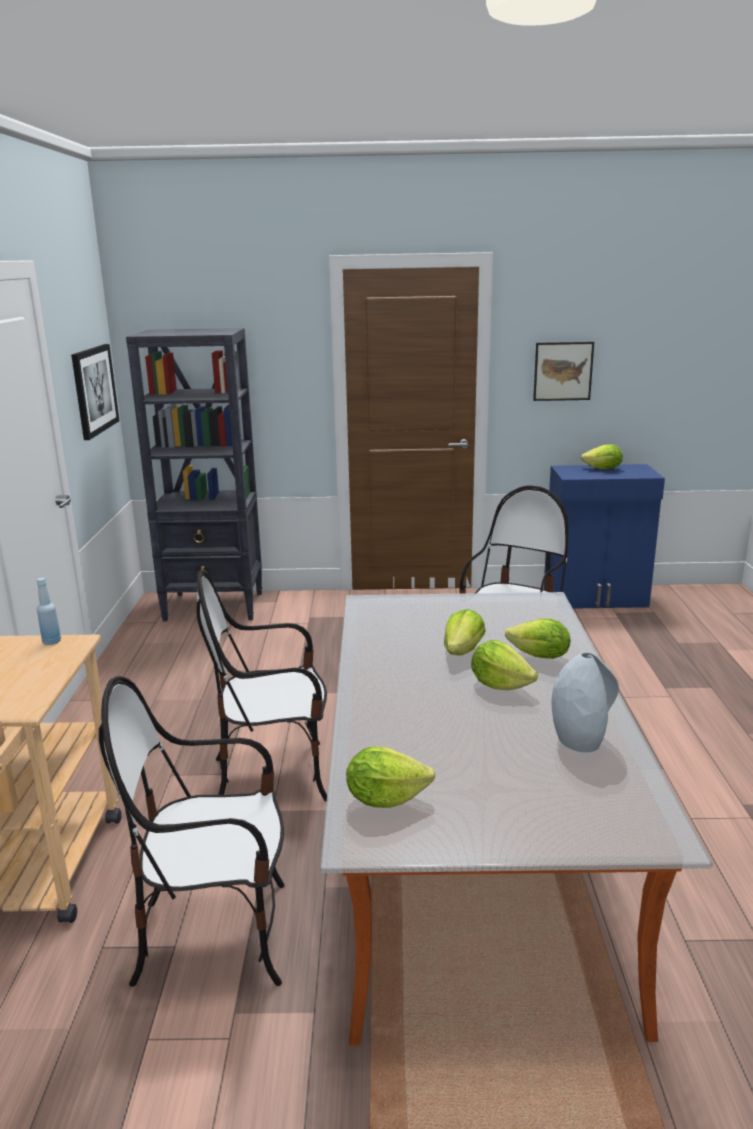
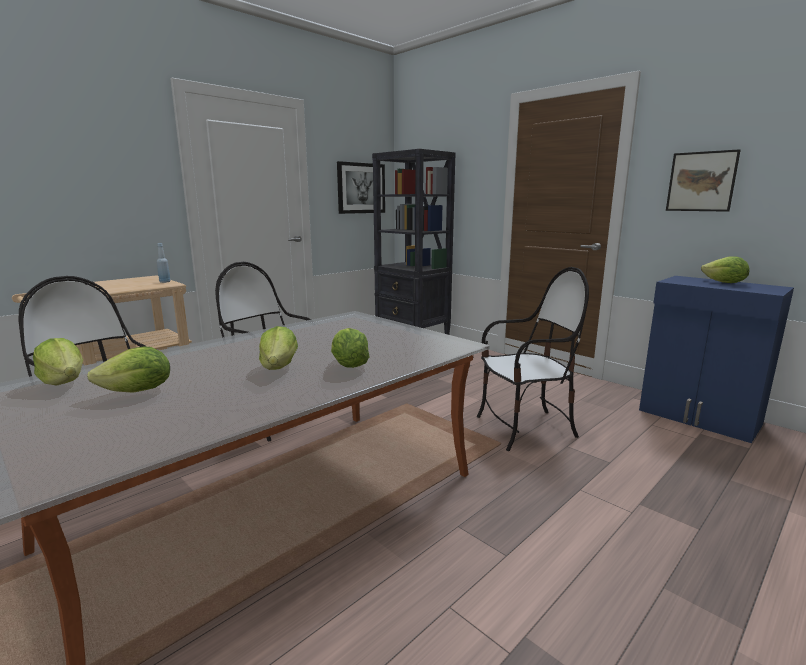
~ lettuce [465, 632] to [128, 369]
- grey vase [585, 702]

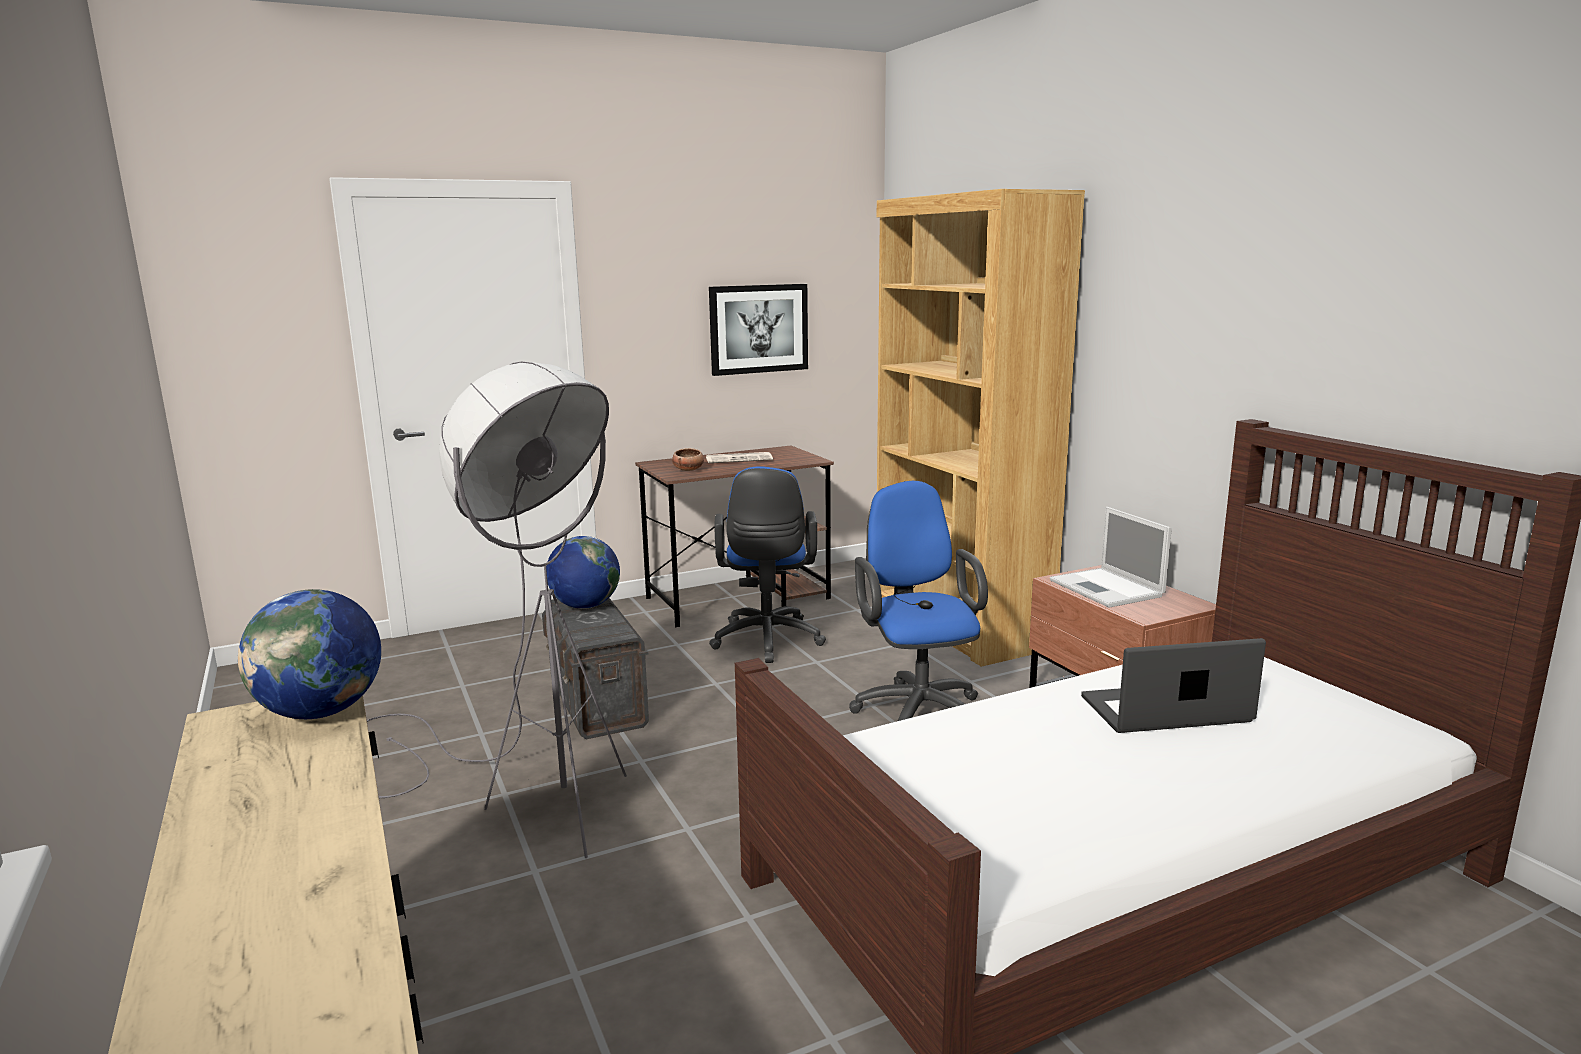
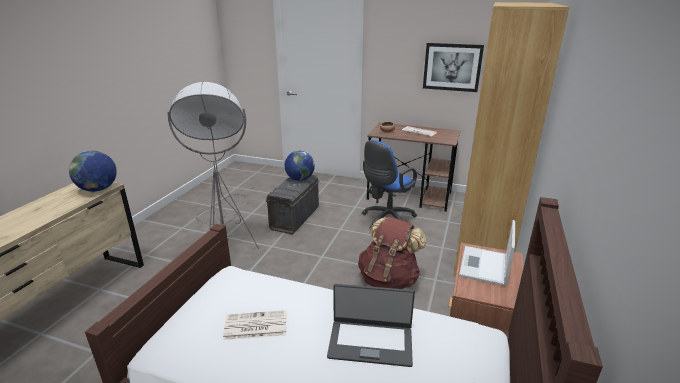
+ newspaper [255, 325]
~ laptop [1173, 685] = [371, 325] 150 degrees clockwise
~ blue office chair [918, 601] to brown backpack [392, 253]

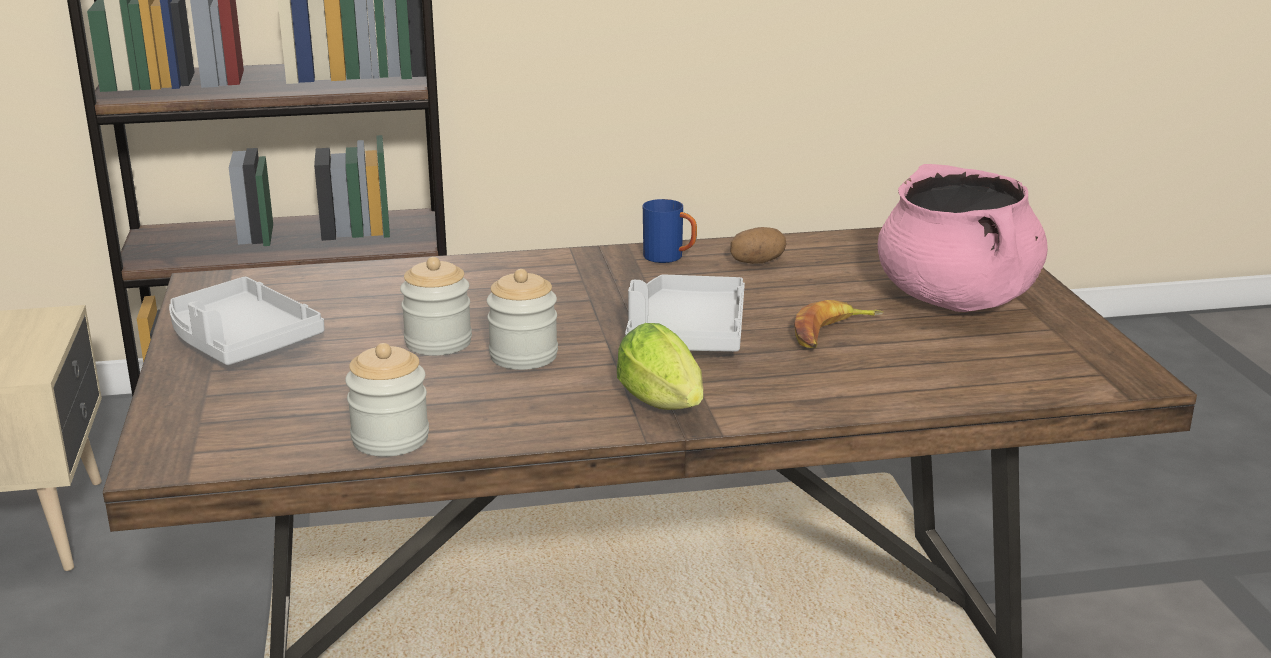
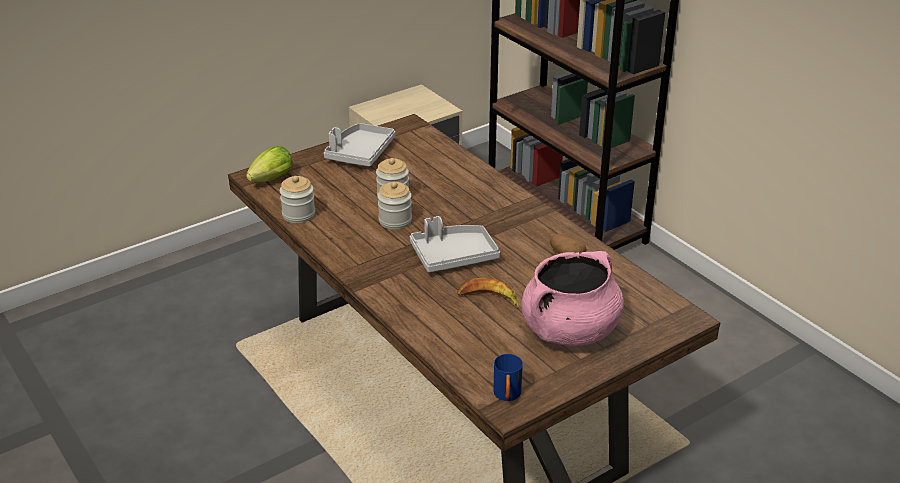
~ lettuce [660, 366] to [269, 164]
~ blue mug [670, 231] to [508, 377]

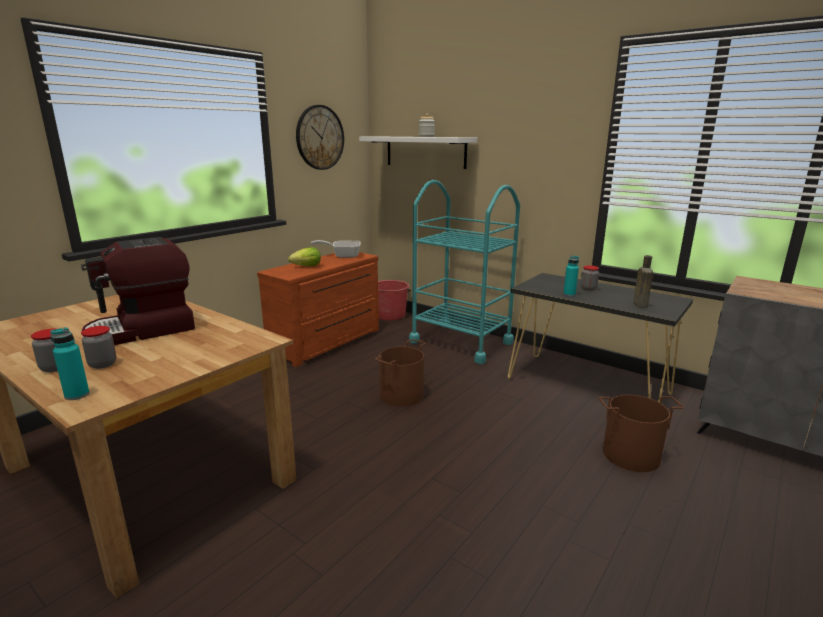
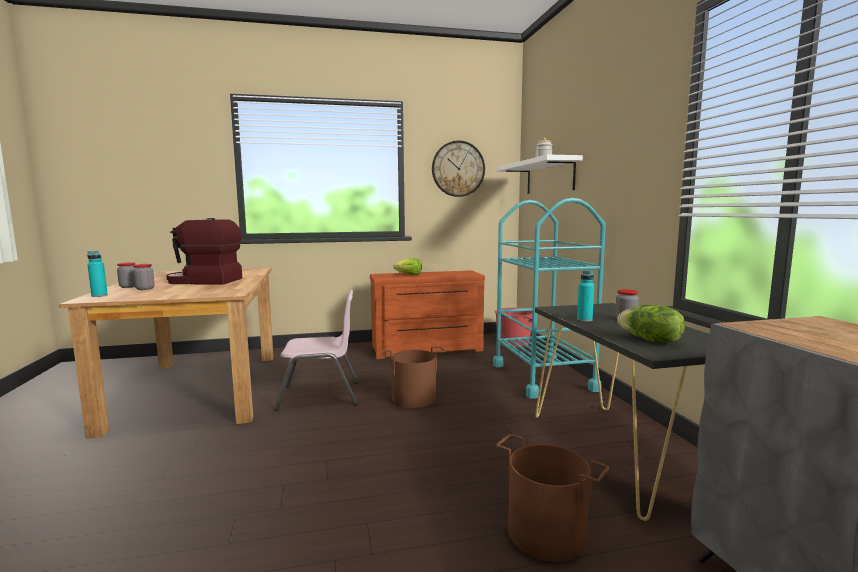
+ pink chair [317, 350]
~ brown bottle [643, 281] to lettuce [651, 324]
- frying pan [336, 249]

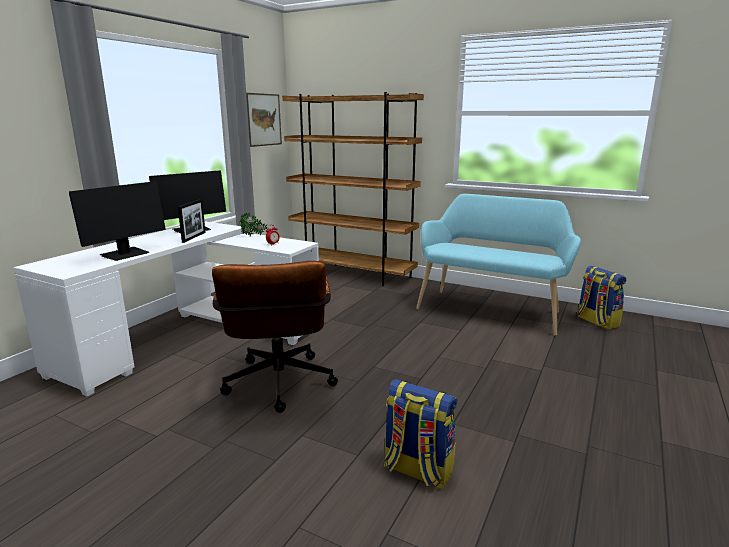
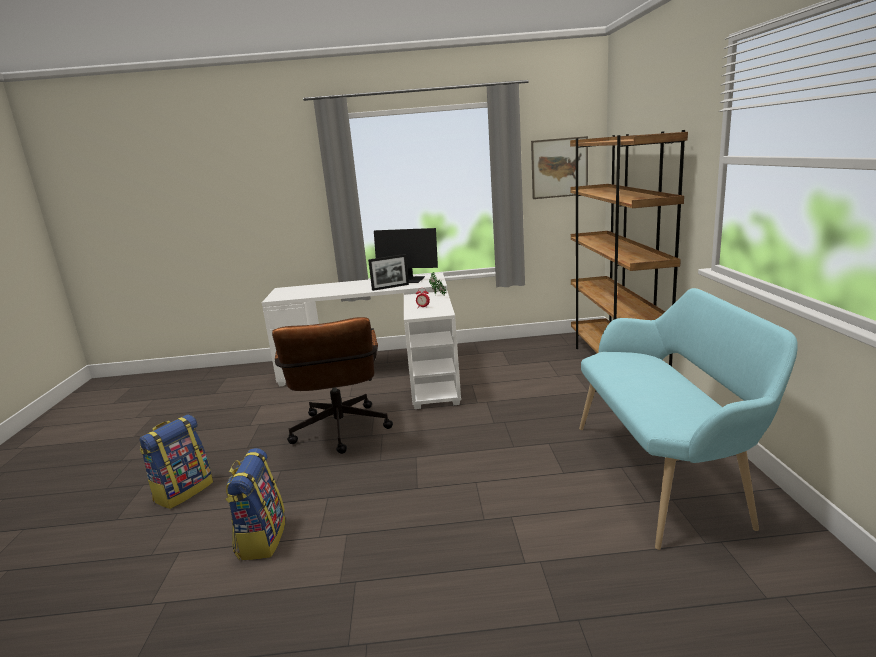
~ backpack [601, 298] to [176, 462]
~ brown office chair [275, 337] = [332, 385] 60 degrees counterclockwise
- monitor [117, 221]

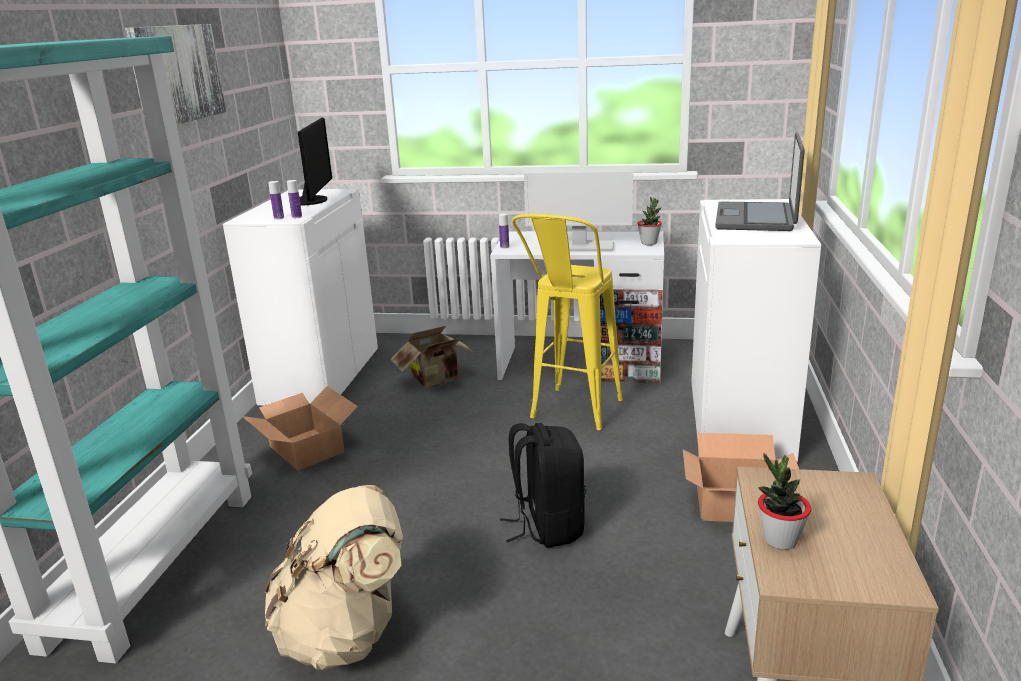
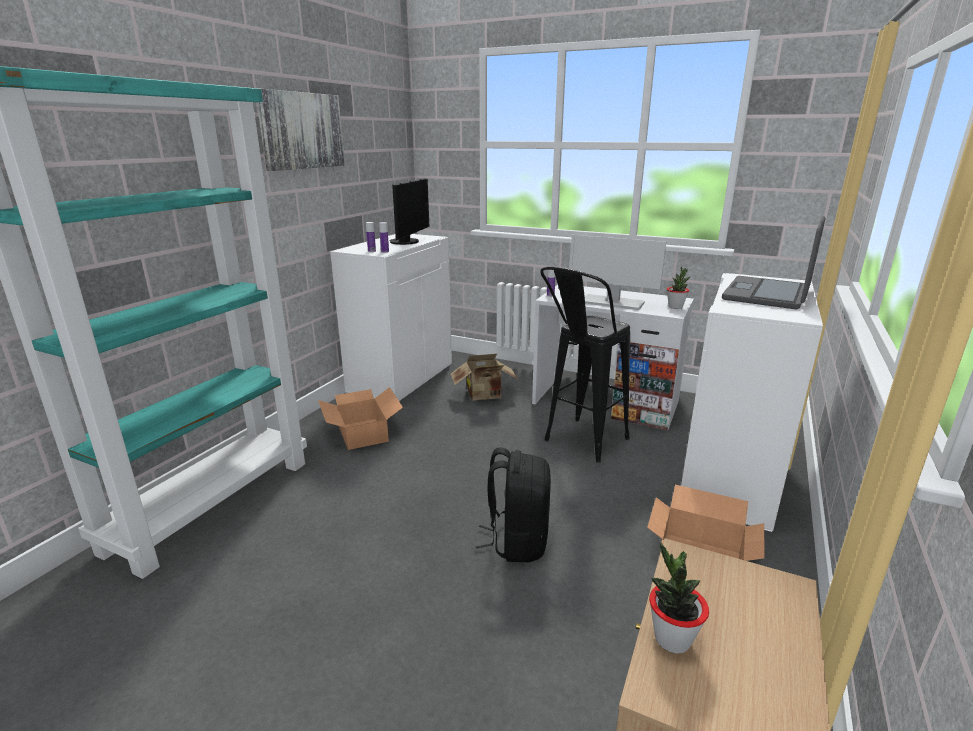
~ yellow stool [567, 322] to black stool [585, 365]
- beige backpack [333, 577]

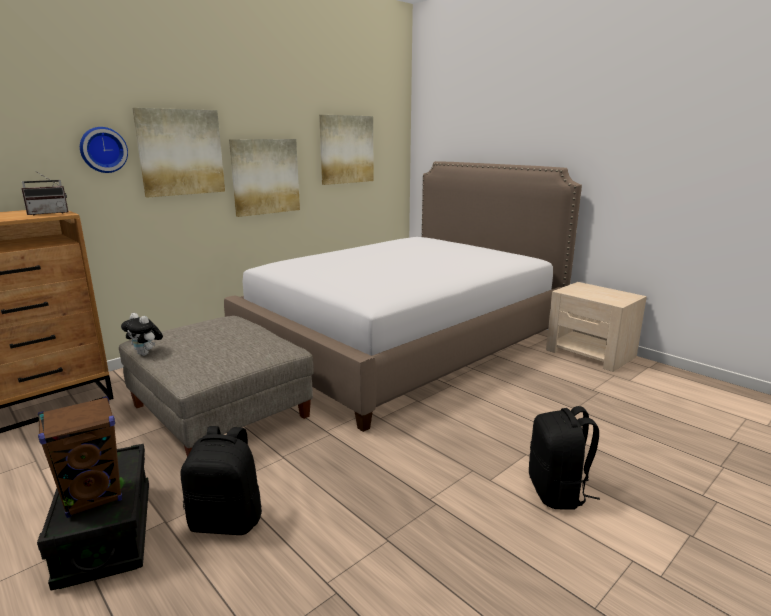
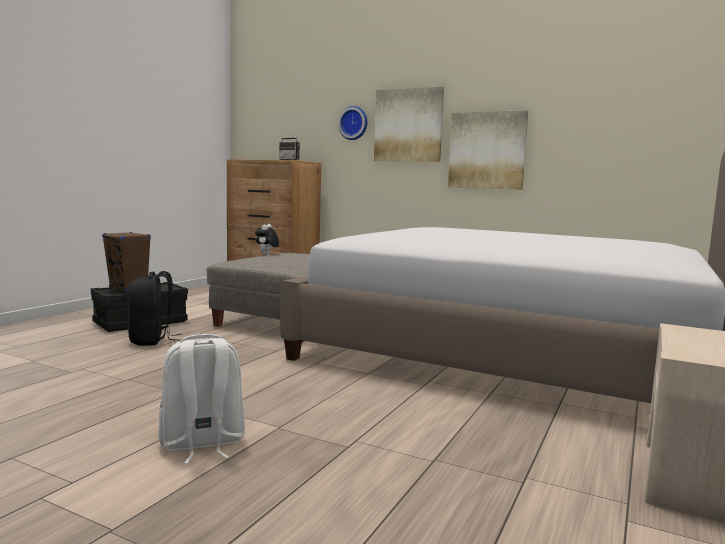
~ black backpack [564, 458] to white backpack [201, 399]
- picture [346, 150]

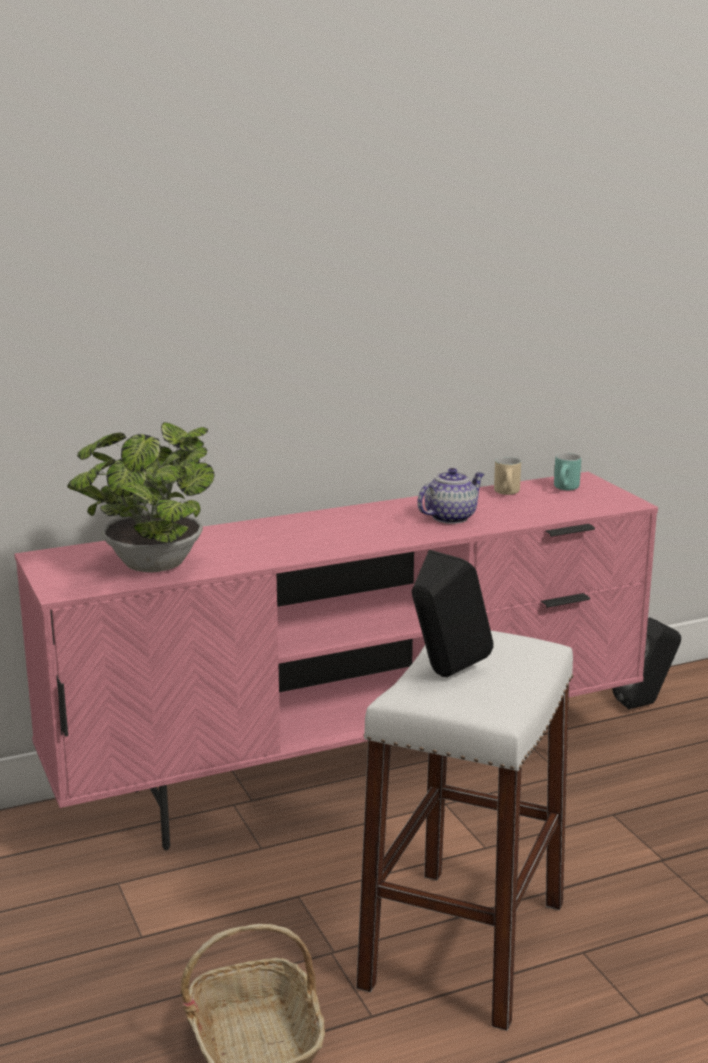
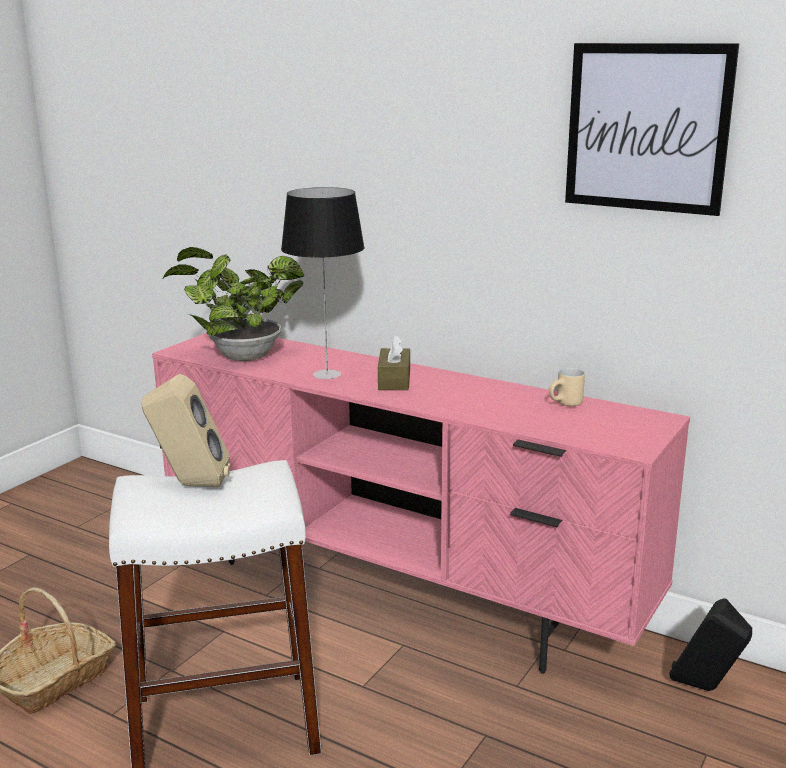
~ black speaker [453, 613] to beige speaker [186, 430]
+ table lamp [323, 283]
+ brown tissue box [394, 362]
+ picture [652, 129]
- teapot [450, 496]
- turquoise mug [567, 471]

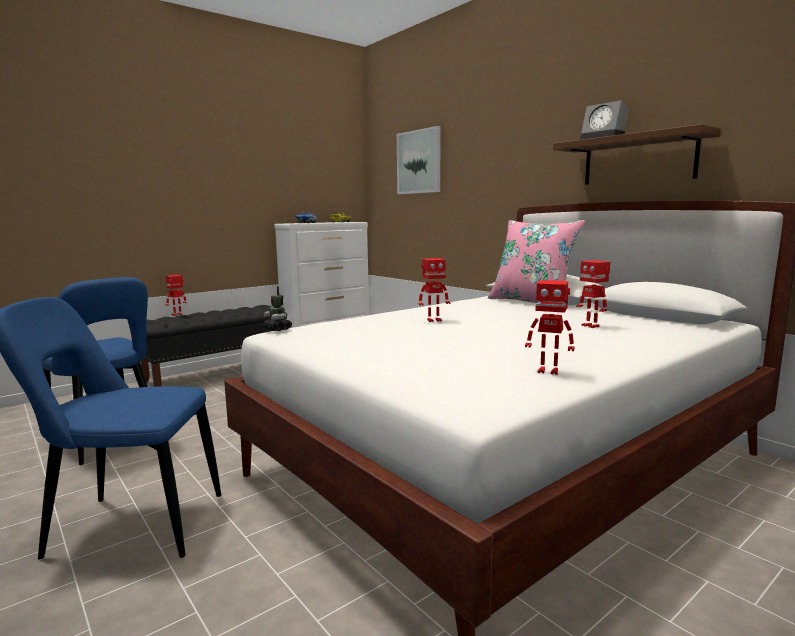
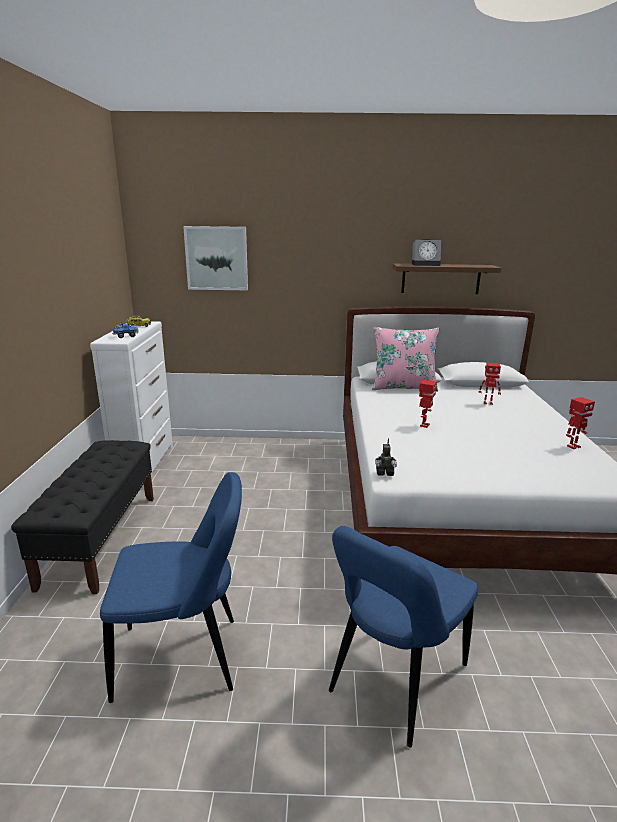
- toy robot [176, 295]

